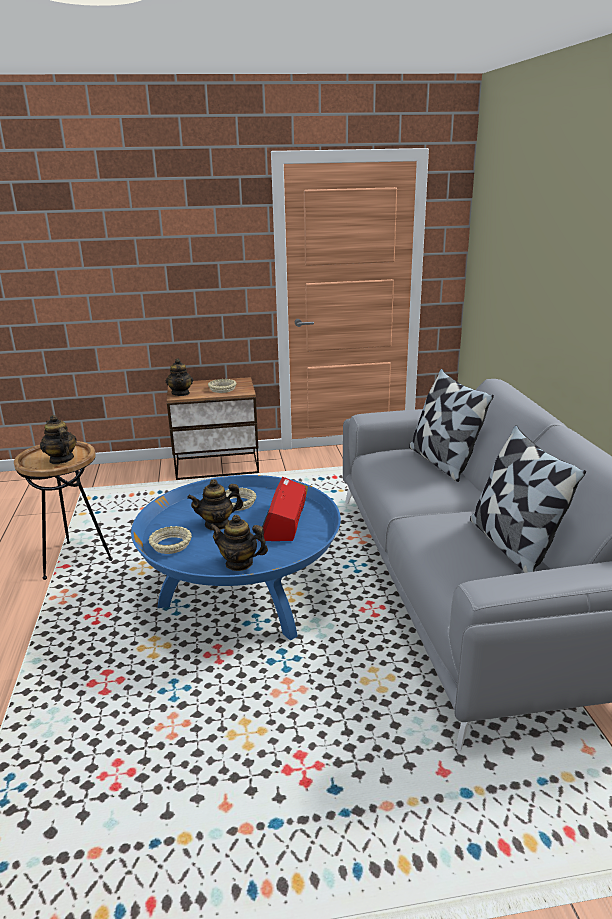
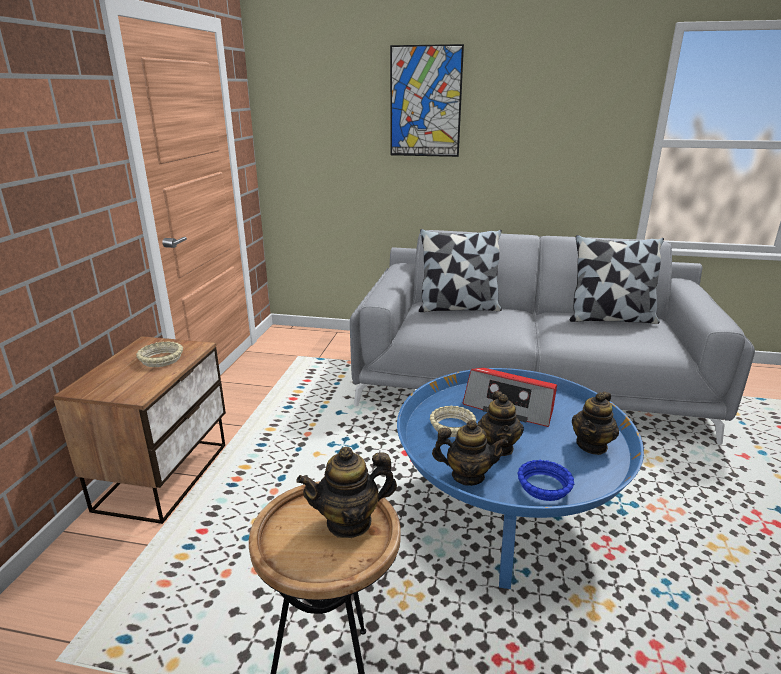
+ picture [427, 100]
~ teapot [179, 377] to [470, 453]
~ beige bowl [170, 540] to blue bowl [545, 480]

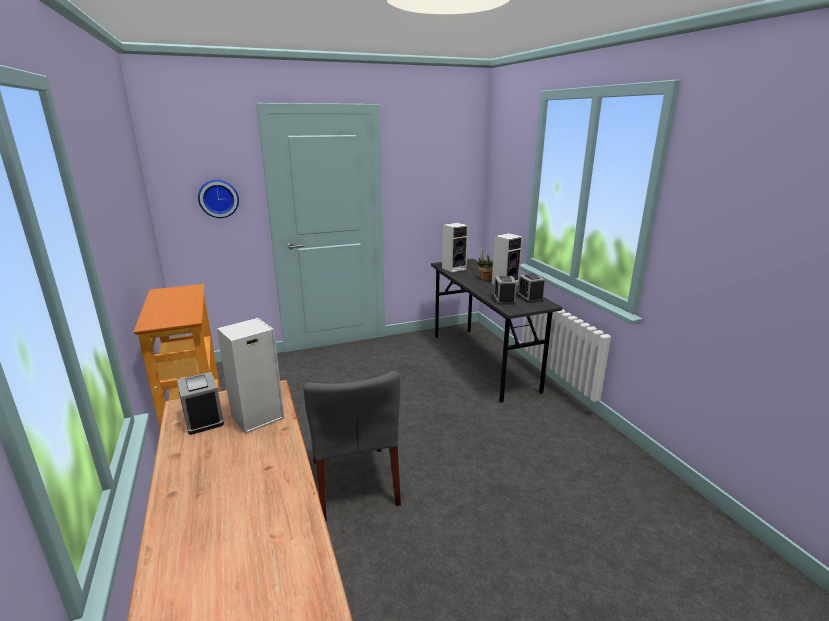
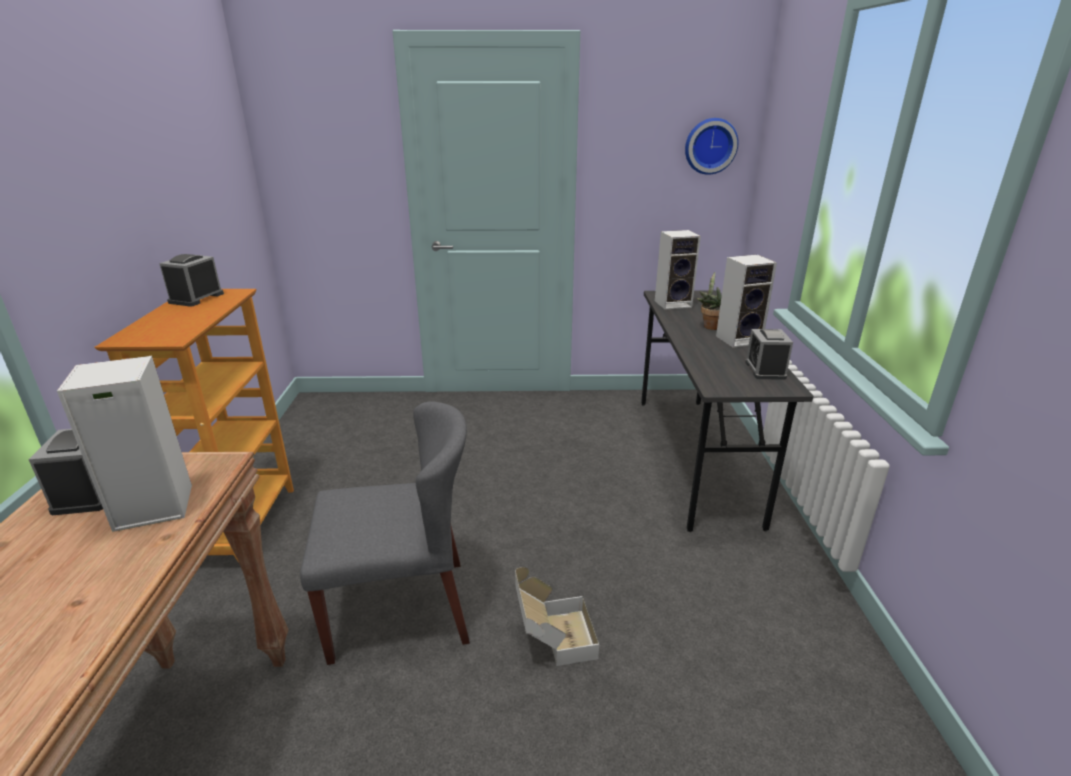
~ alarm clock [505, 290] to [191, 280]
~ grey chair [352, 446] = [385, 533] 105 degrees counterclockwise
+ cardboard box [557, 616]
~ wall clock [218, 199] to [711, 146]

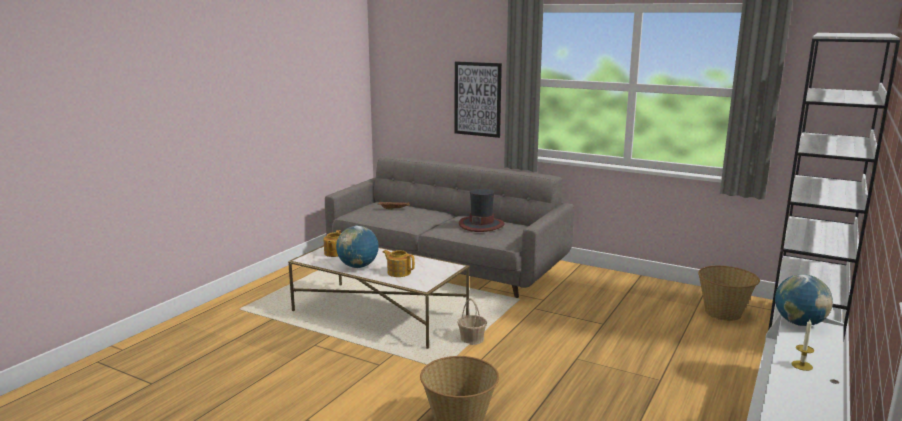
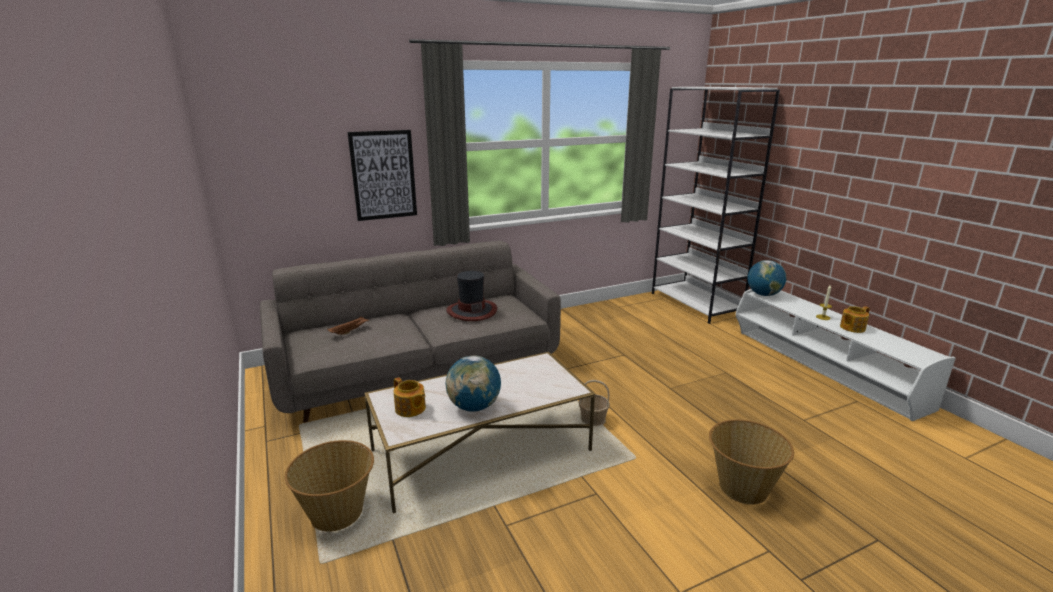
~ basket [729, 293] to [329, 486]
~ teapot [398, 263] to [855, 319]

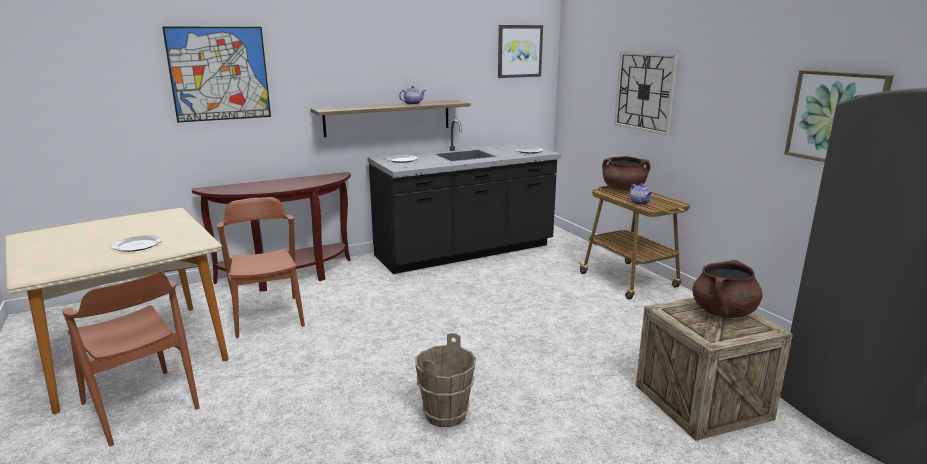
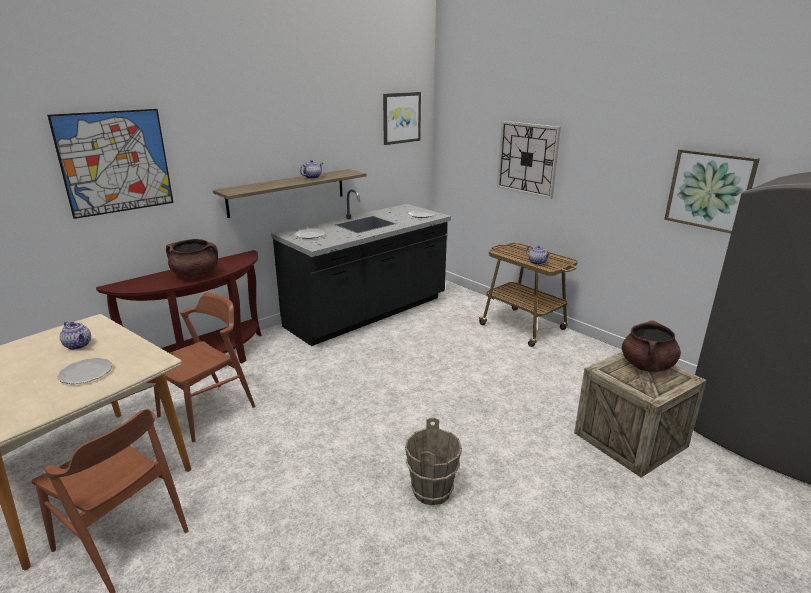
+ teapot [75, 336]
~ brown chair [261, 267] = [204, 367] 75 degrees clockwise
~ brown cooking pot [626, 173] to [192, 258]

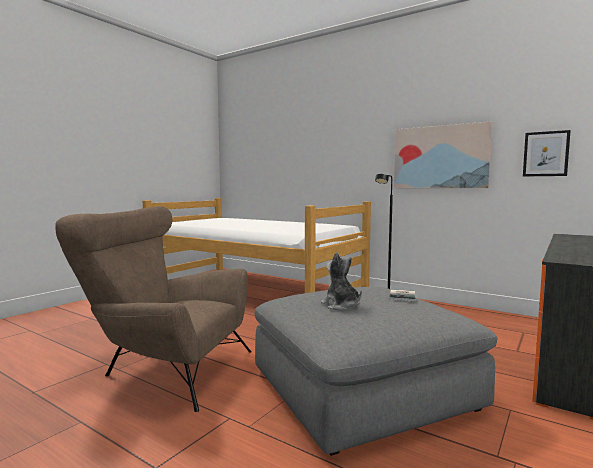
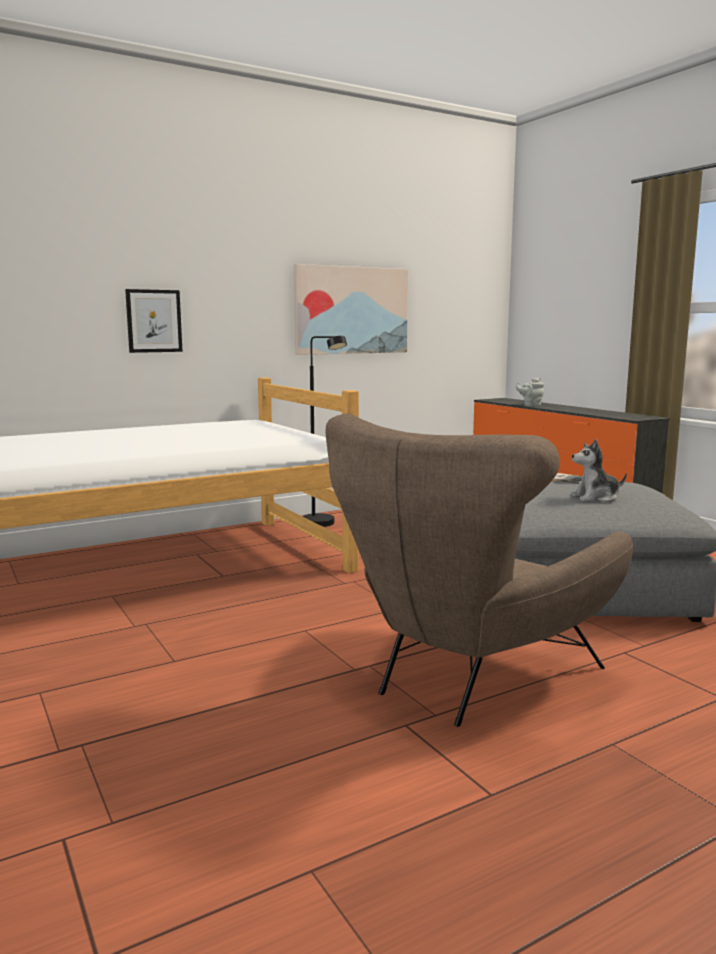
~ picture [547, 153] to [154, 321]
+ grey teapot [530, 392]

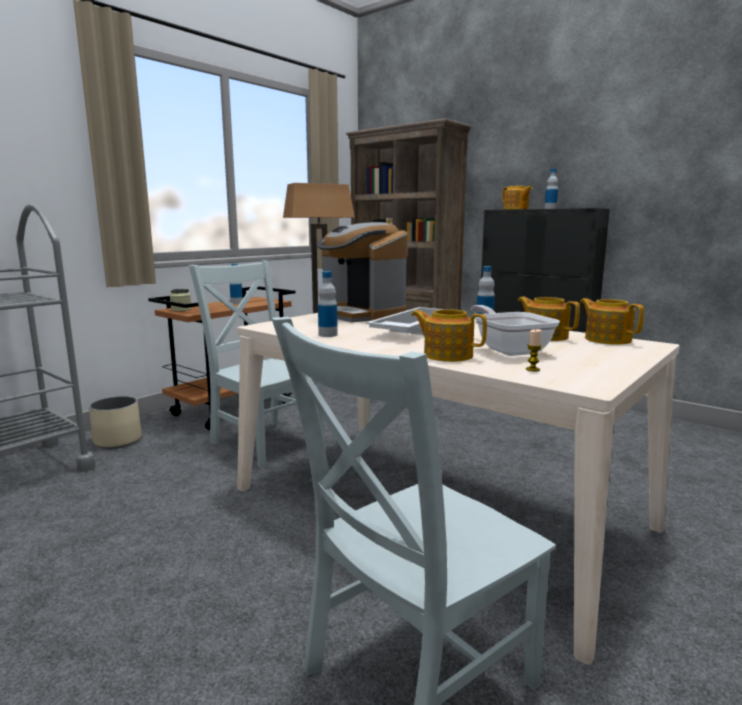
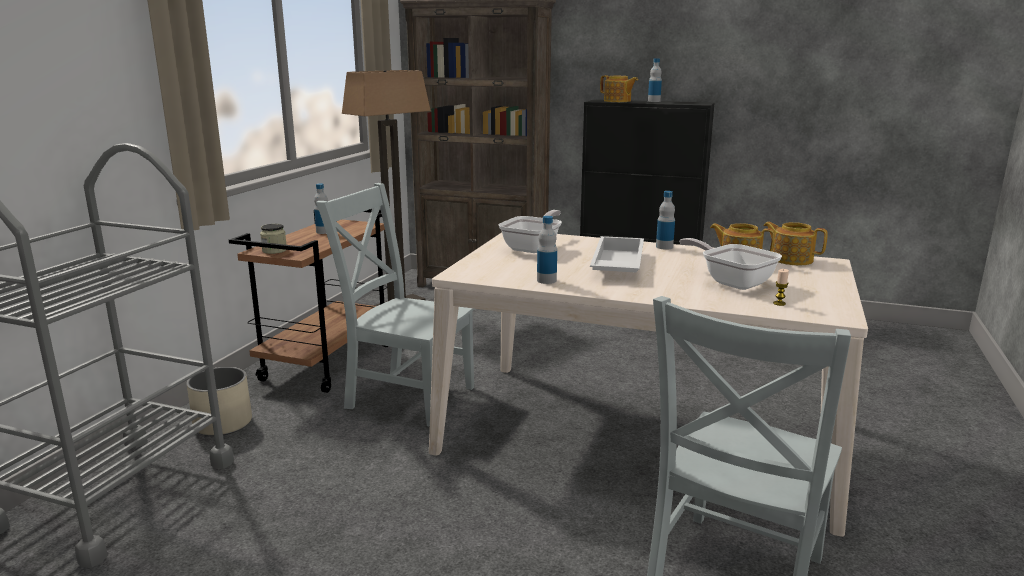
~ coffee machine [362, 272] to frying pan [530, 231]
- teapot [449, 335]

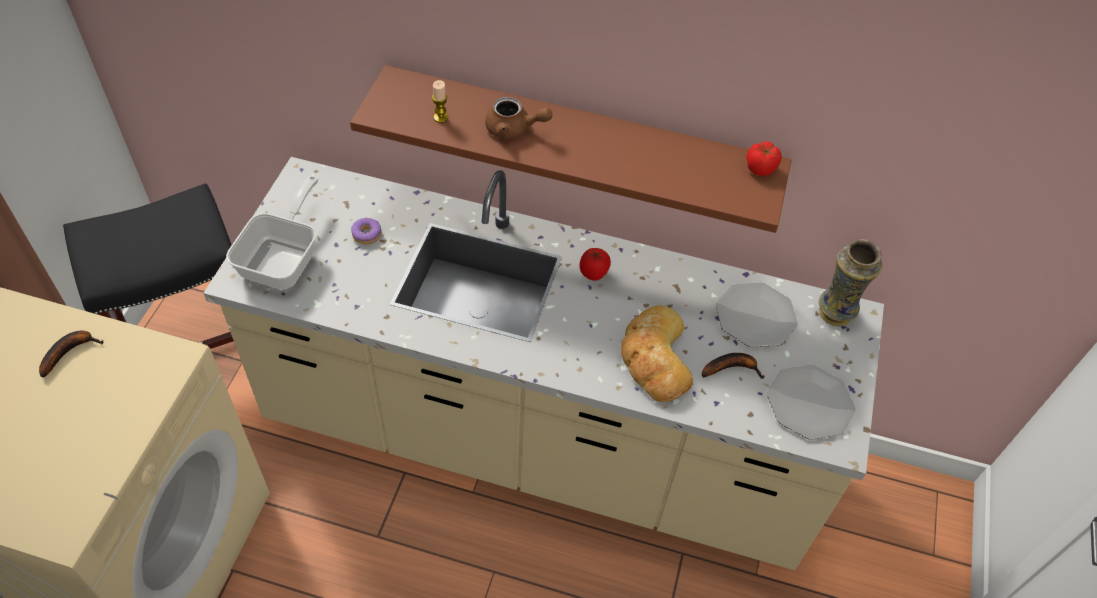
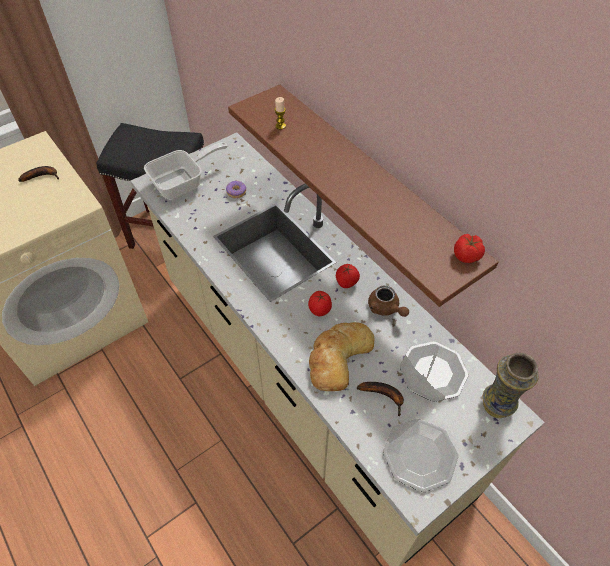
+ tomato [320, 303]
~ brown teapot [518, 118] to [388, 301]

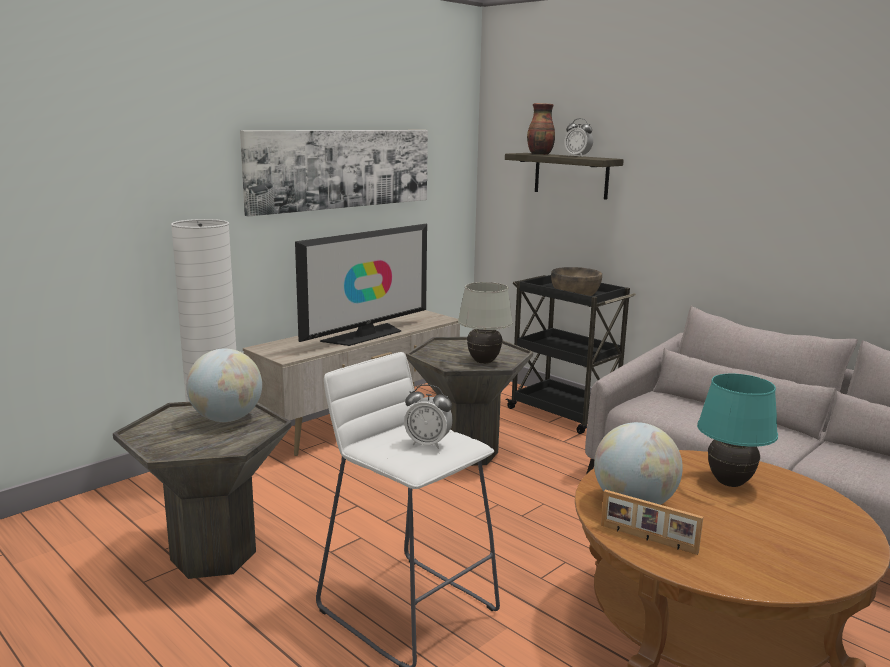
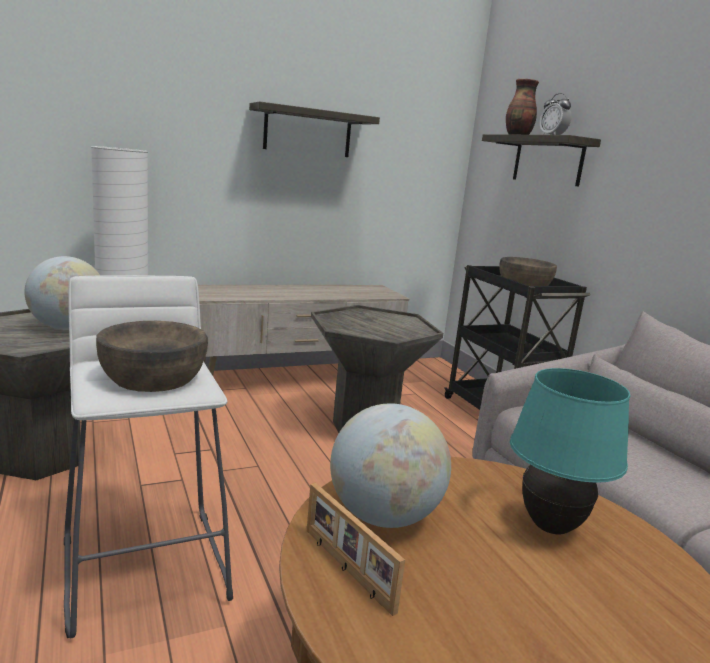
~ alarm clock [428, 416] to brown bowl [152, 356]
~ picture [334, 173] to shelf [314, 129]
- television [361, 285]
- white table lamp [485, 323]

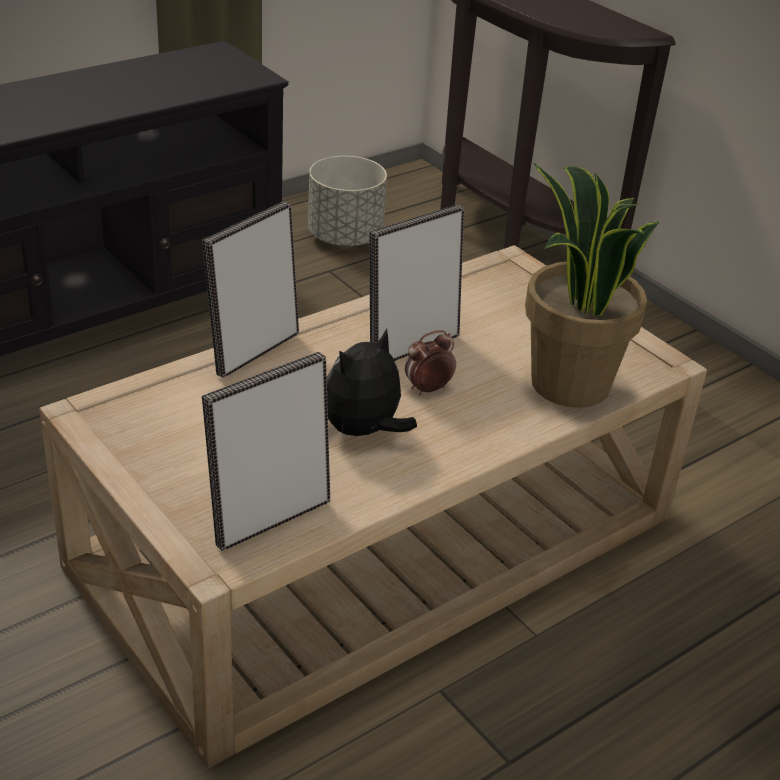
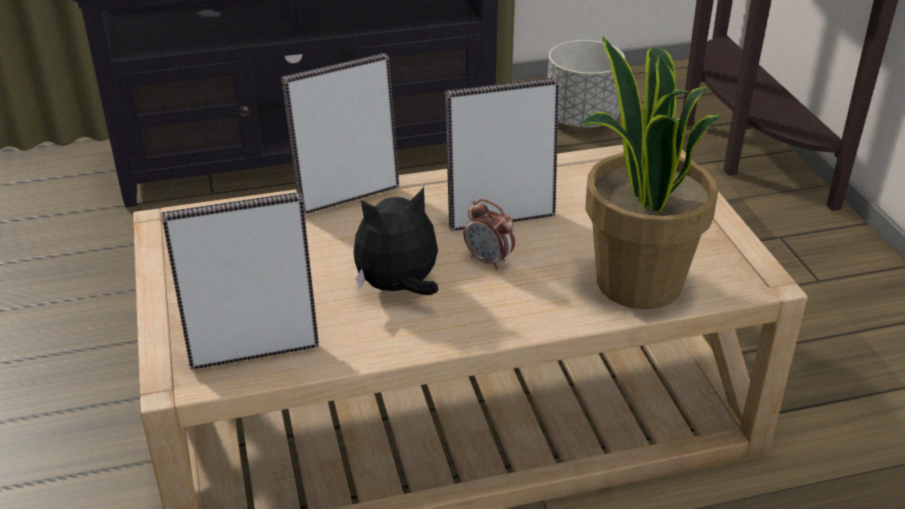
~ alarm clock [430, 362] = [489, 234] 135 degrees counterclockwise

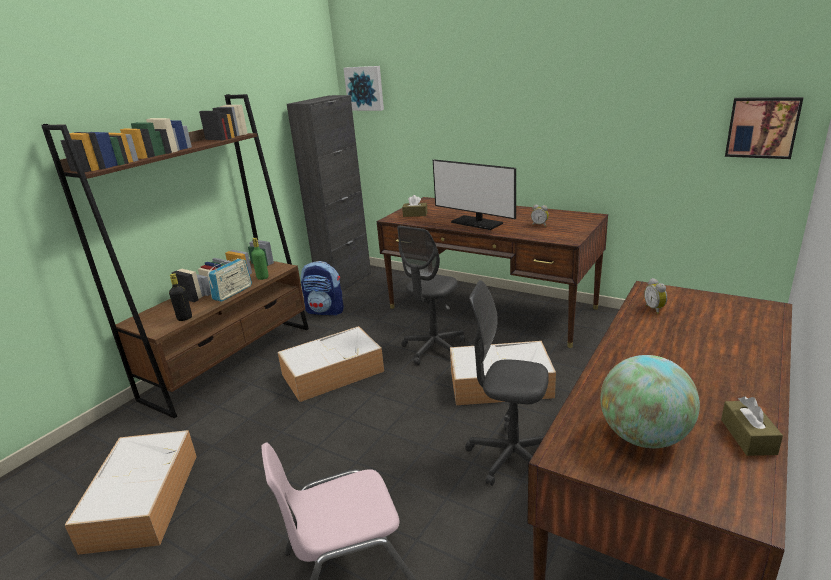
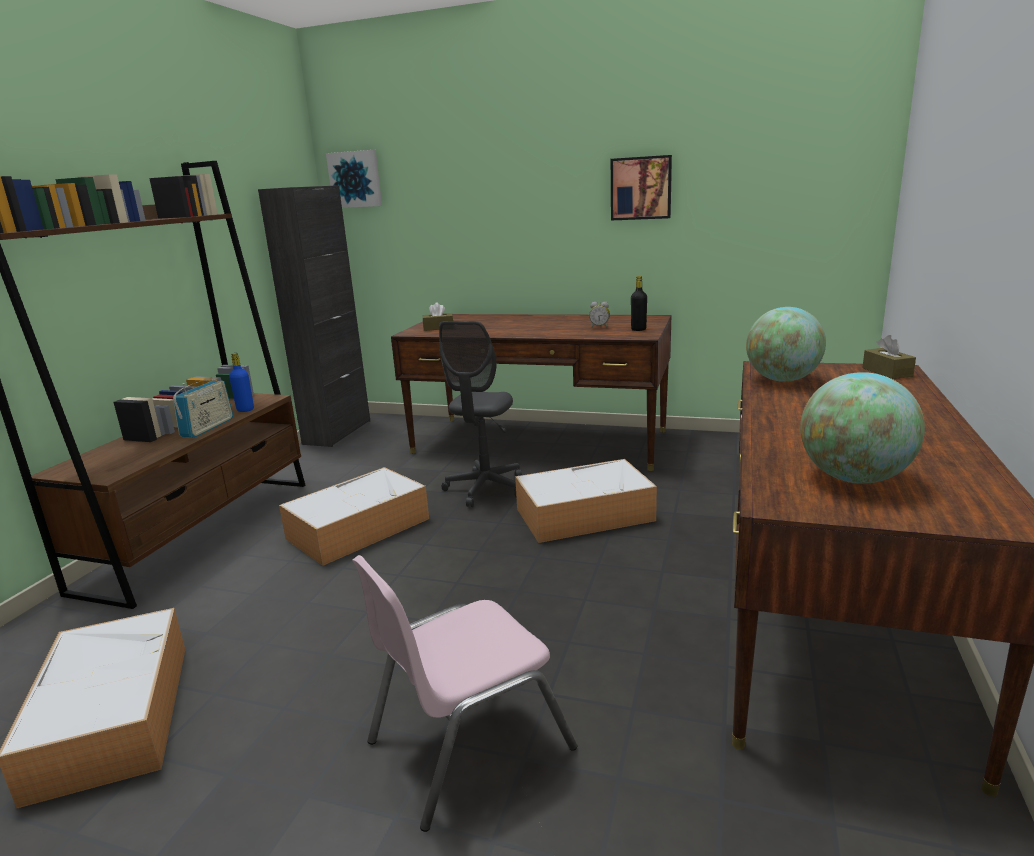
~ green bottle [260, 259] to blue bottle [241, 382]
~ picture [764, 128] to [641, 187]
~ black bottle [180, 297] to [639, 303]
~ alarm clock [655, 296] to globe [786, 344]
~ brown tissue box [752, 426] to [889, 357]
- backpack [322, 288]
- monitor [474, 194]
- grey office chair [507, 383]

